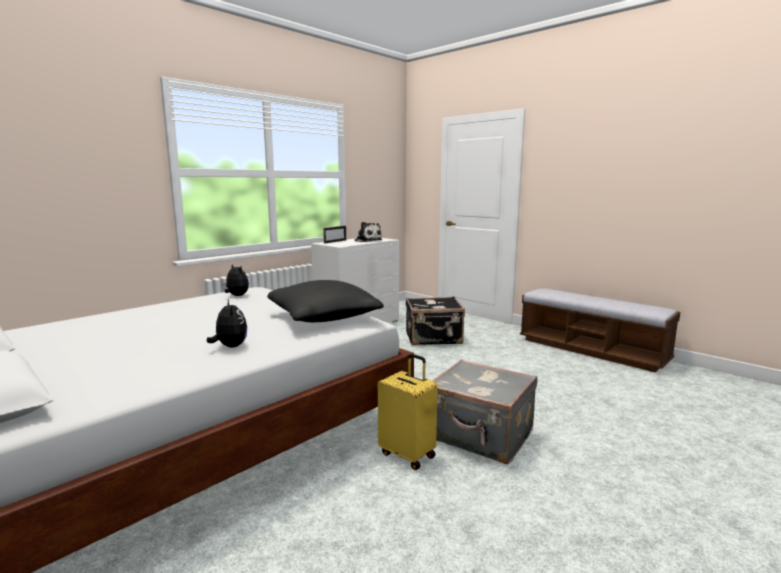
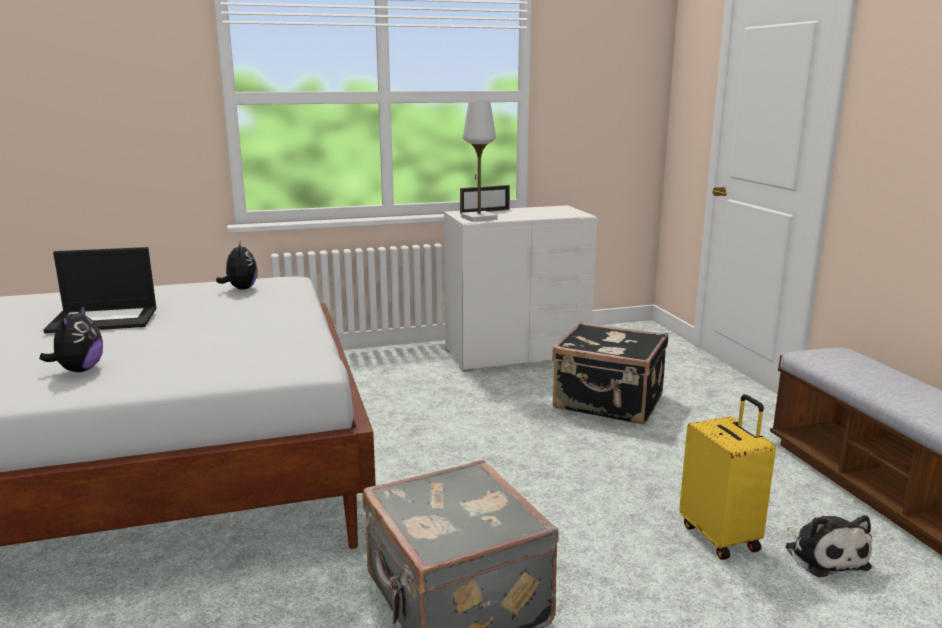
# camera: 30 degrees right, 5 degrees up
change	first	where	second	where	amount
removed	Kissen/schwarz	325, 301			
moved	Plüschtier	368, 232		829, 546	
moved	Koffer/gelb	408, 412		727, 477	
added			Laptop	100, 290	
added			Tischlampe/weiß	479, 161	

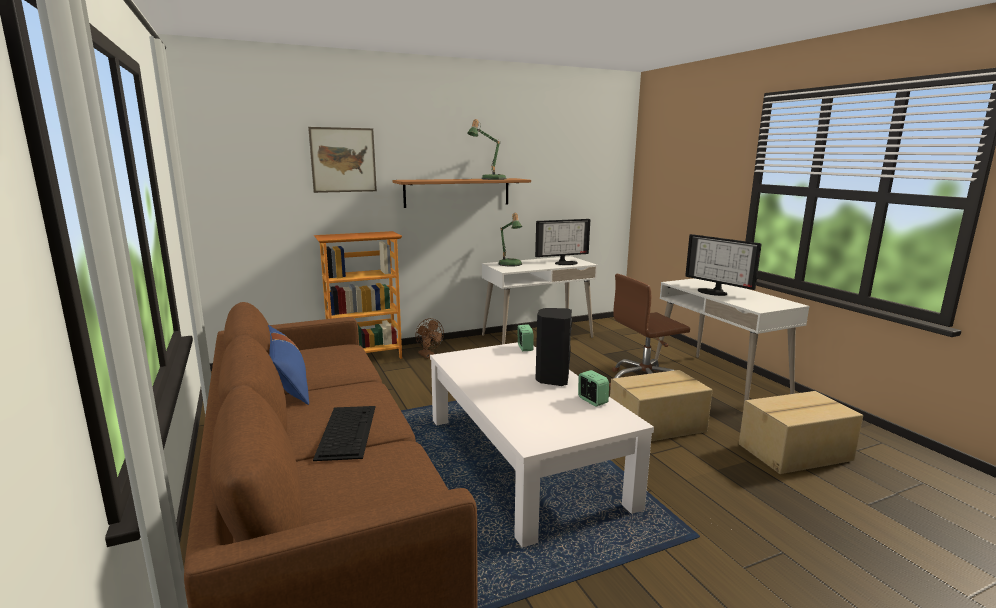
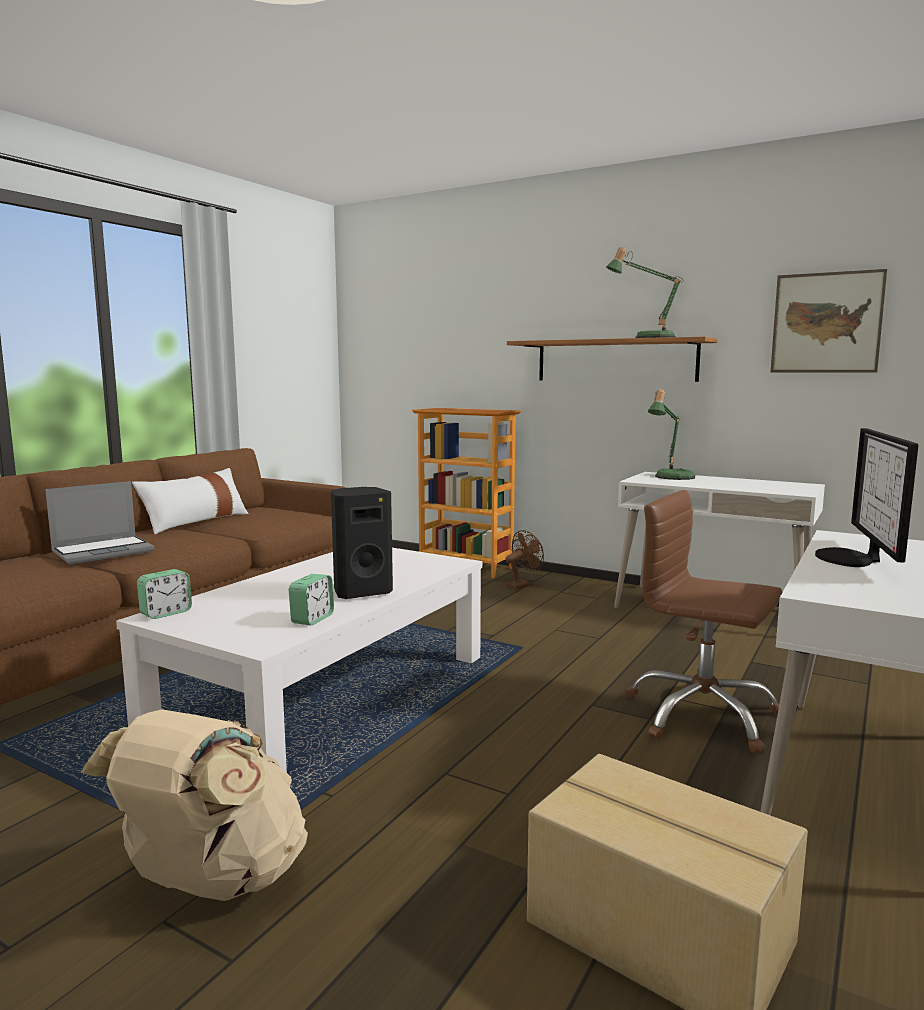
# camera: 55 degrees right, 5 degrees down
change	first	where	second	where	amount
recoloured	Kissen/blau	288, 365	Kissen/weiß	190, 501	
moved	Bild	342, 160		828, 320	
replaced	Tastatur	344, 433	Laptop	100, 522	
turned	Ventilator/braun	430, 338		524, 559	150 degrees counterclockwise
moved	Wecker	525, 337		164, 594	
removed	Monitor	562, 242			
removed	Karton	661, 405			
added			Rucksack/beige	194, 805	

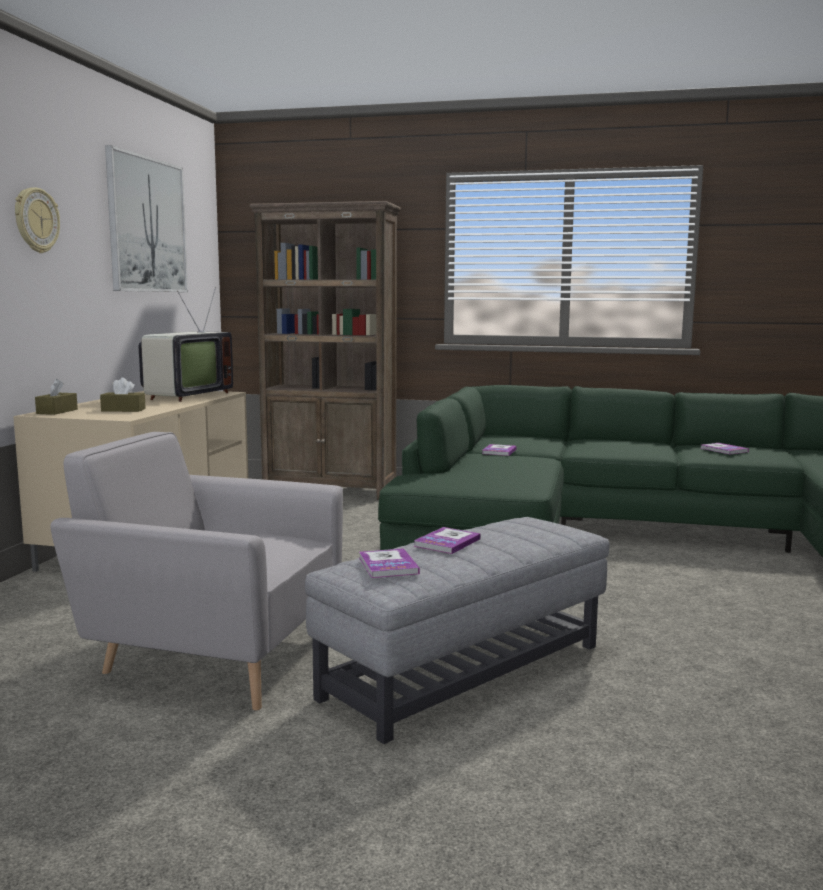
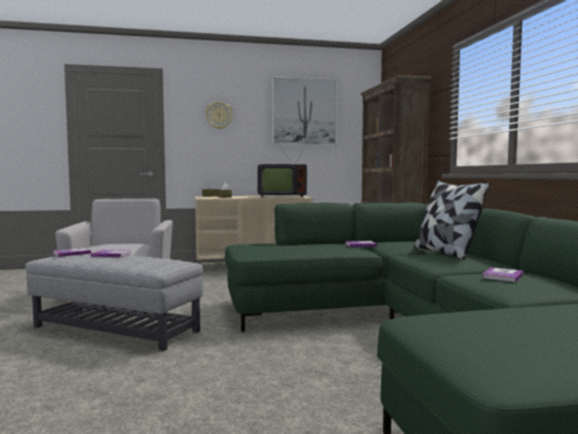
# camera: 65 degrees right, 5 degrees down
change	first	where	second	where	amount
added			Kissen	452, 220	

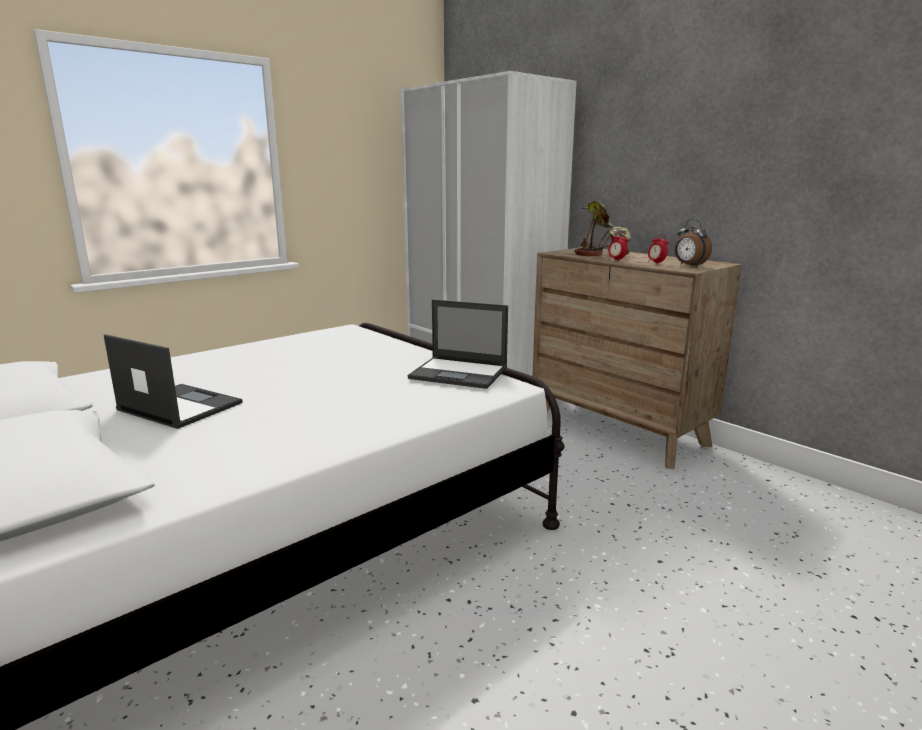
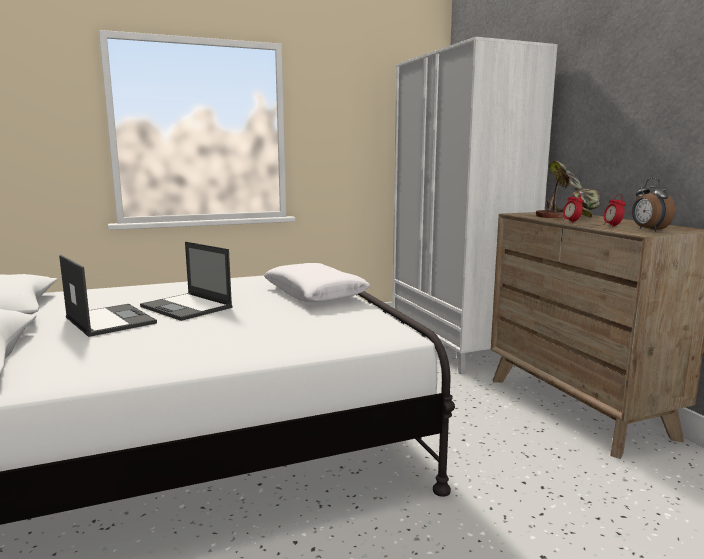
# camera: 20 degrees right, 5 degrees down
change	first	where	second	where	amount
moved	Laptop	458, 344		186, 281	
added			Kissen/weiß	317, 282	

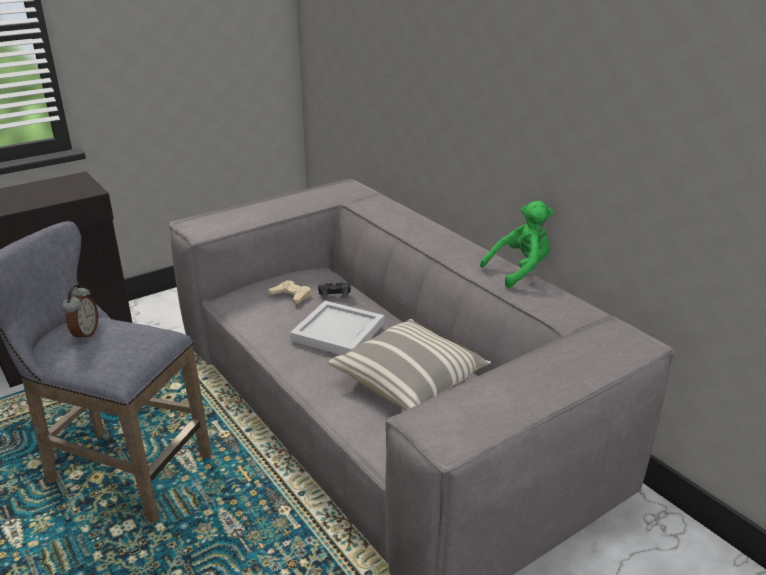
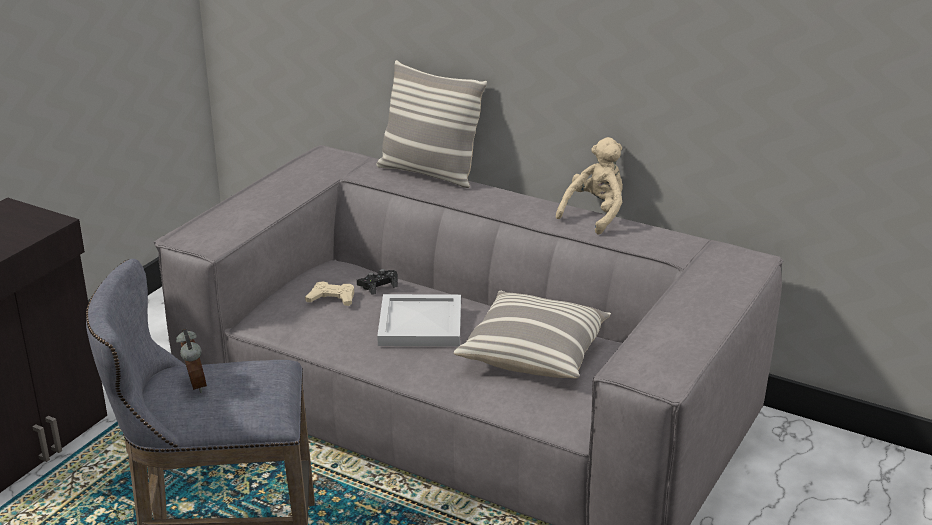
# camera: 25 degrees left, 0 degrees up
change	first	where	second	where	amount
recoloured	Plüschtier/grün	517, 244	Plüschtier/beige	589, 186	
added			Kissen	432, 124	

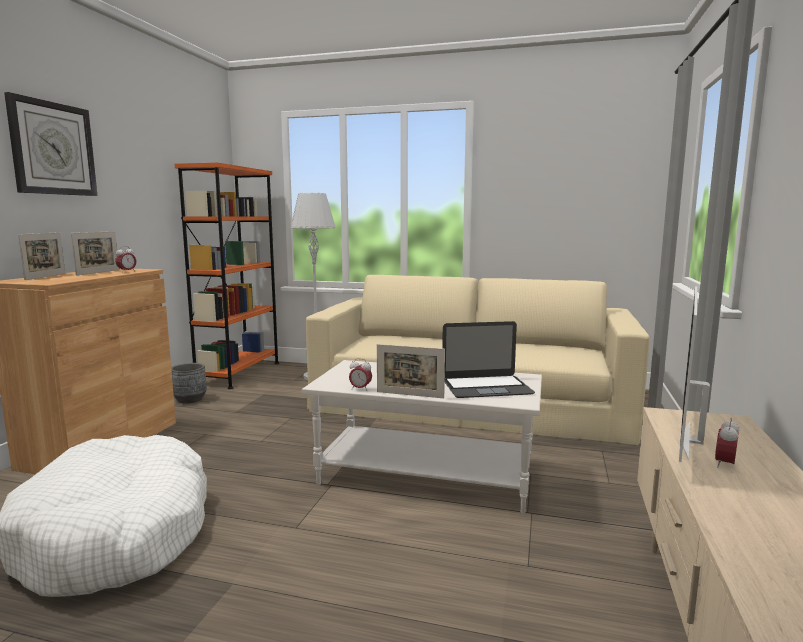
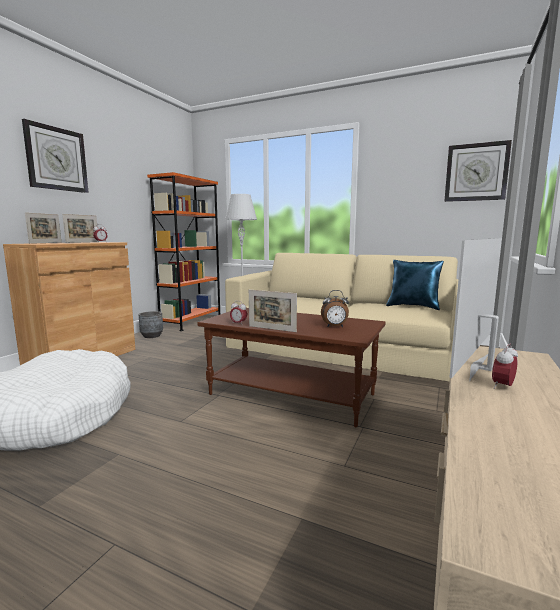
# camera: 10 degrees right, 0 degrees up
change	first	where	second	where	amount
recoloured	Couchtisch/weiß	422, 437	Couchtisch/braun	292, 367	
replaced	Laptop	488, 359	Wecker	335, 308	
added			Kissen/blau	415, 285	
added			Wanduhr	478, 171	

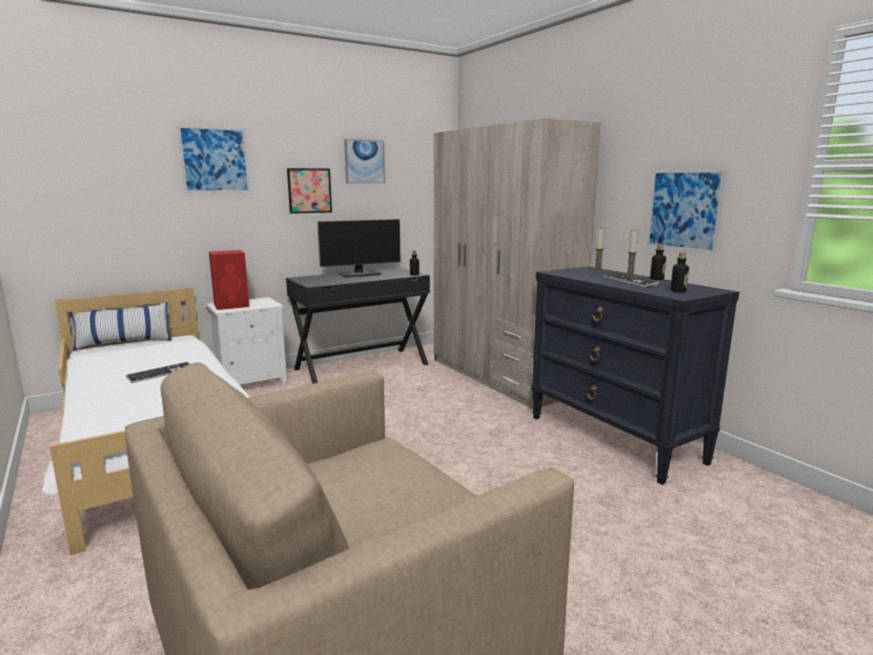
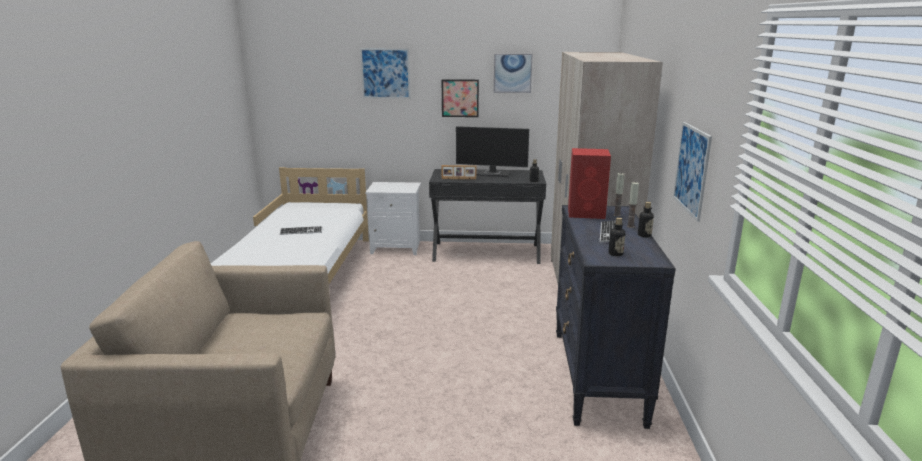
# camera: 35 degrees right, 5 degrees up
change	first	where	second	where	amount
removed	Kissen	121, 326			
moved	Lautsprecher/rot	229, 280		589, 183	
added			Bilderrahmen	458, 172	

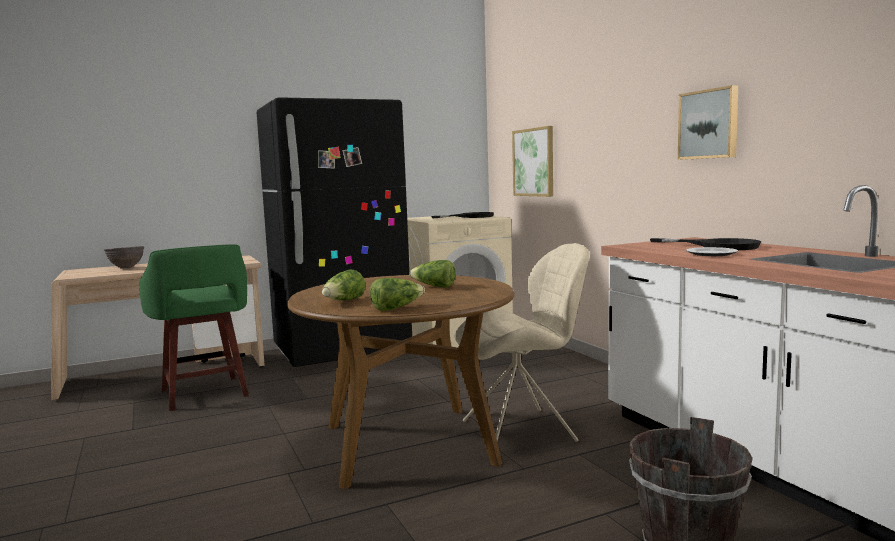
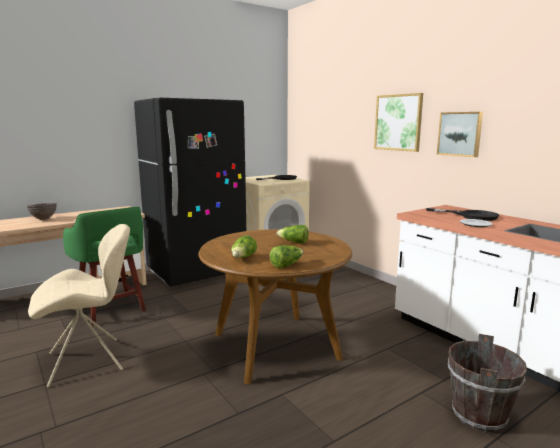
# camera: 10 degrees left, 5 degrees up
change	first	where	second	where	amount
moved	Stuhl/beige	521, 342		79, 305	
moved	Bild	532, 161		398, 122	

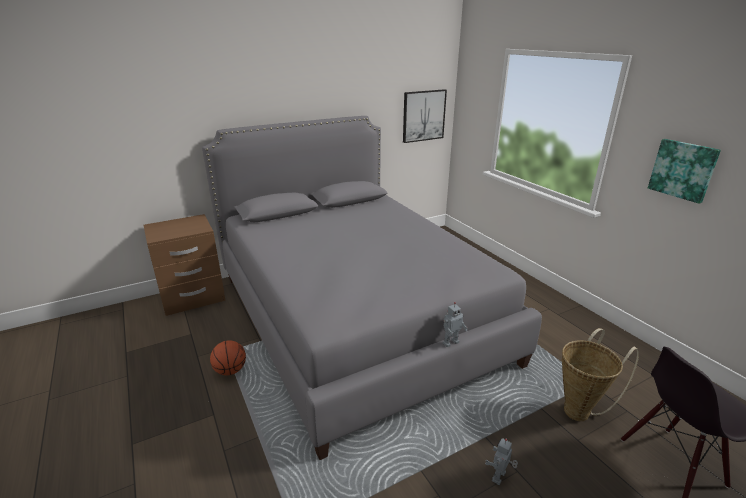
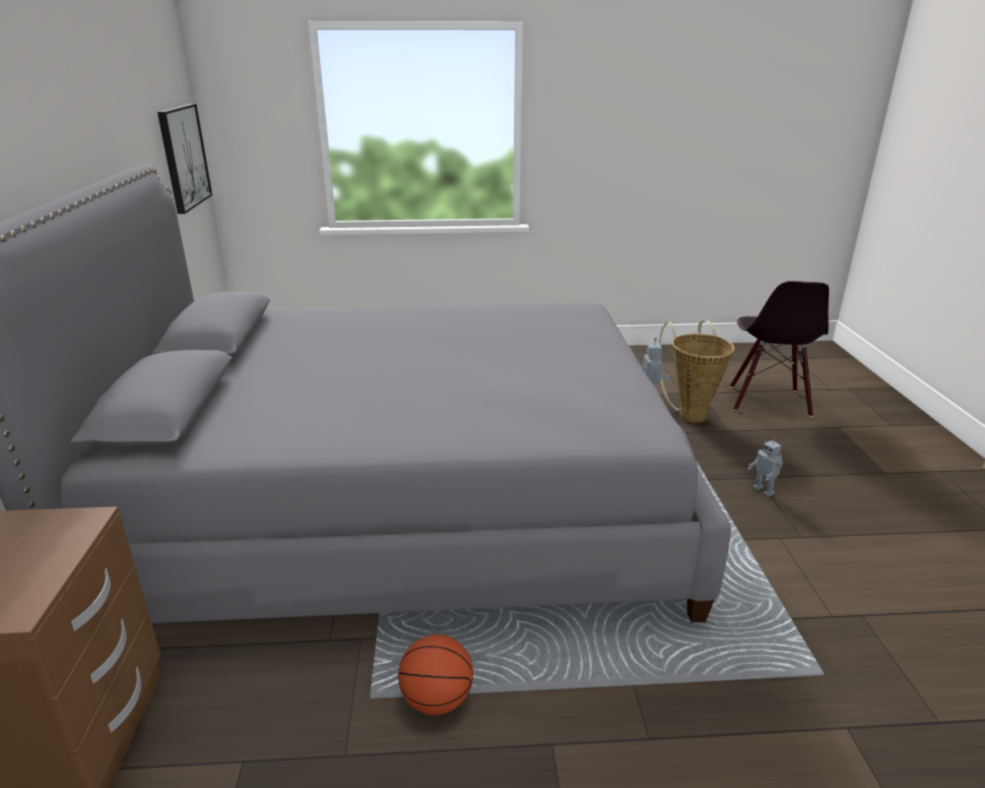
# camera: 65 degrees left, 0 degrees up
change	first	where	second	where	amount
removed	Bild	684, 171			

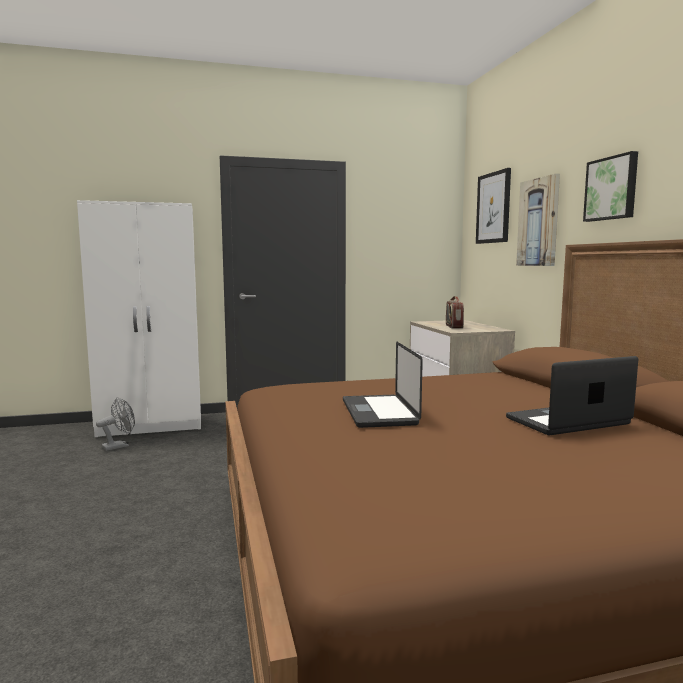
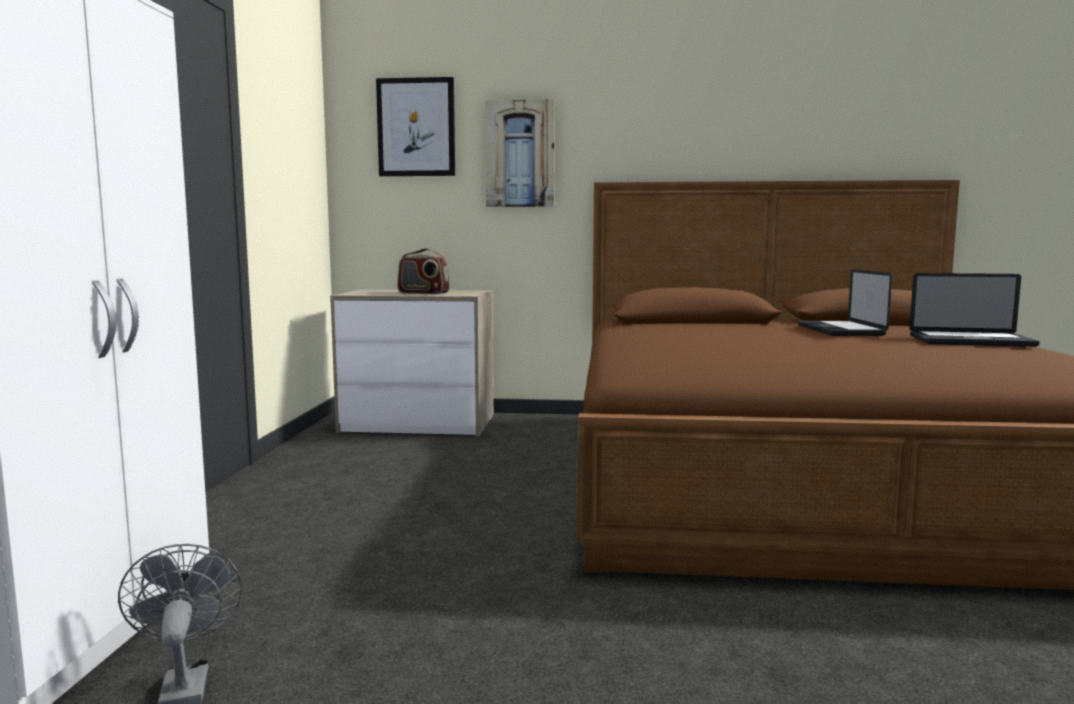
# camera: 70 degrees left, 0 degrees up
change	first	where	second	where	amount
moved	Laptop	383, 385		974, 310	
removed	Bild	610, 186			

